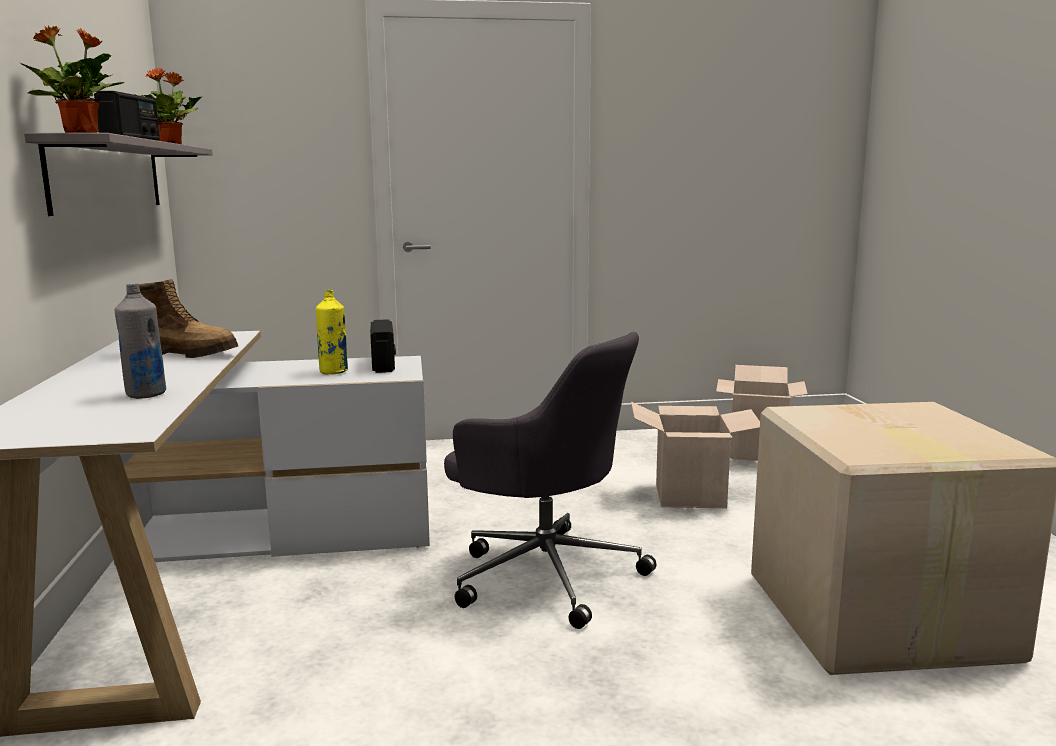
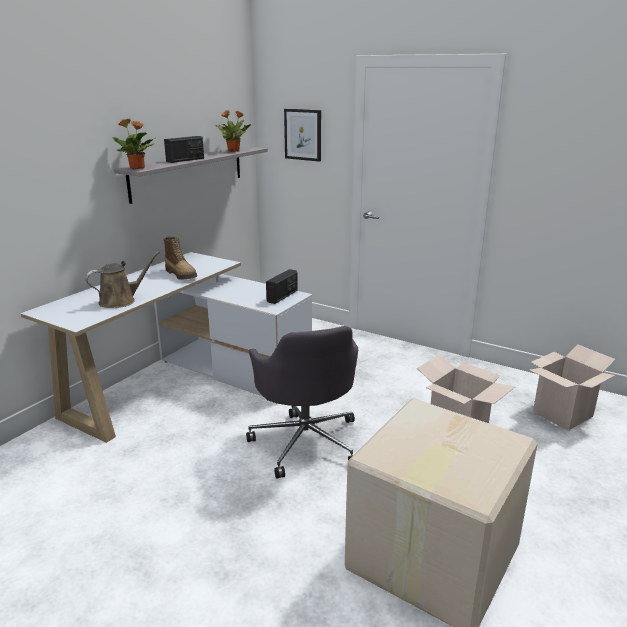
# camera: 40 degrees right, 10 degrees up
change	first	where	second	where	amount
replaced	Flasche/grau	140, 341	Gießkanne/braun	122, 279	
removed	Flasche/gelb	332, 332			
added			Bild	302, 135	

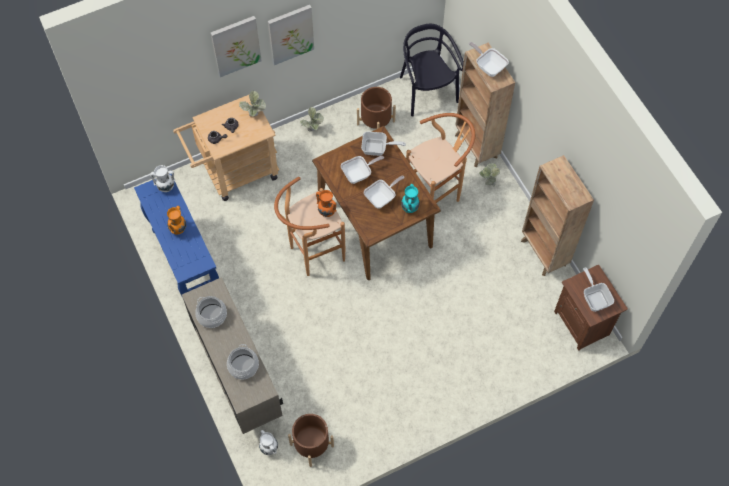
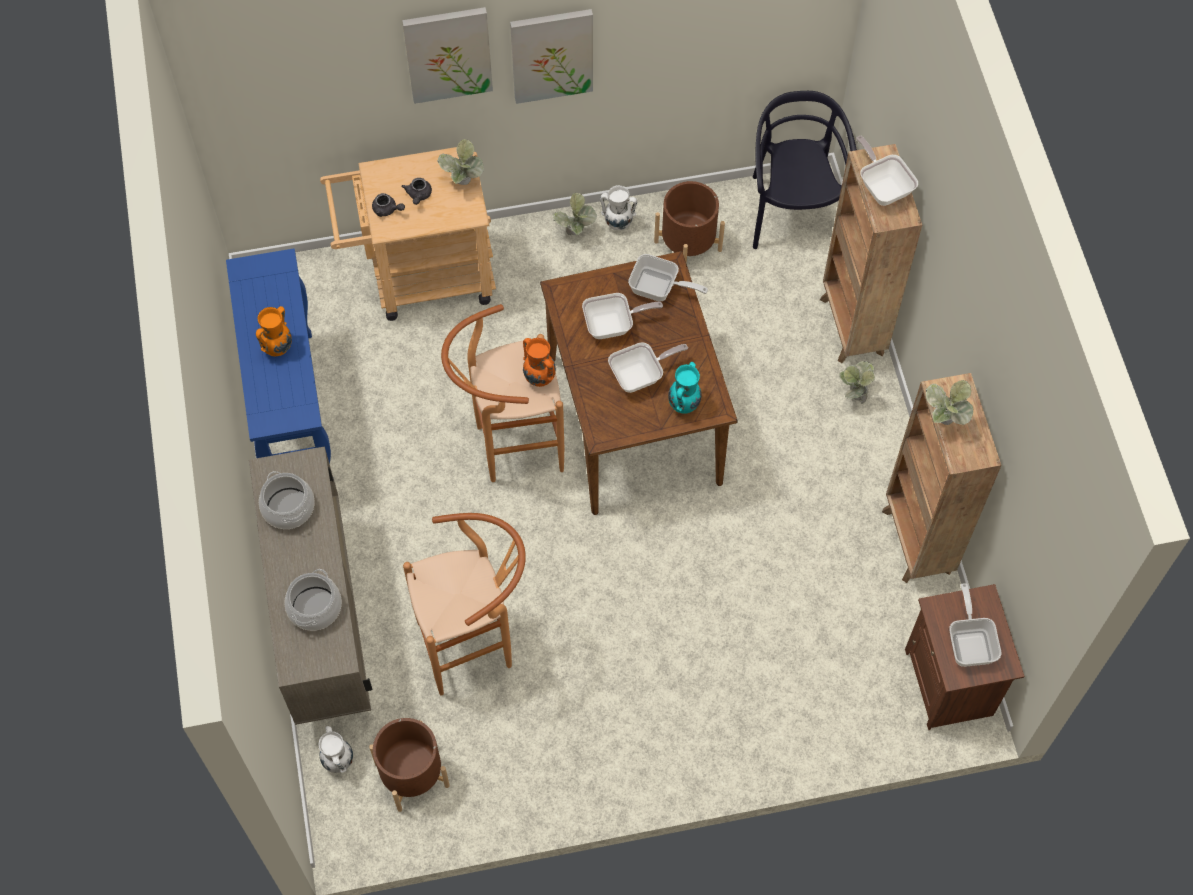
# camera: 15 degrees right, 0 degrees up
change	first	where	second	where	amount
moved	Vase/weiß	163, 178		618, 208	
moved	Hocker/braun	440, 158		464, 604	
added			Topfpflanze	950, 402	

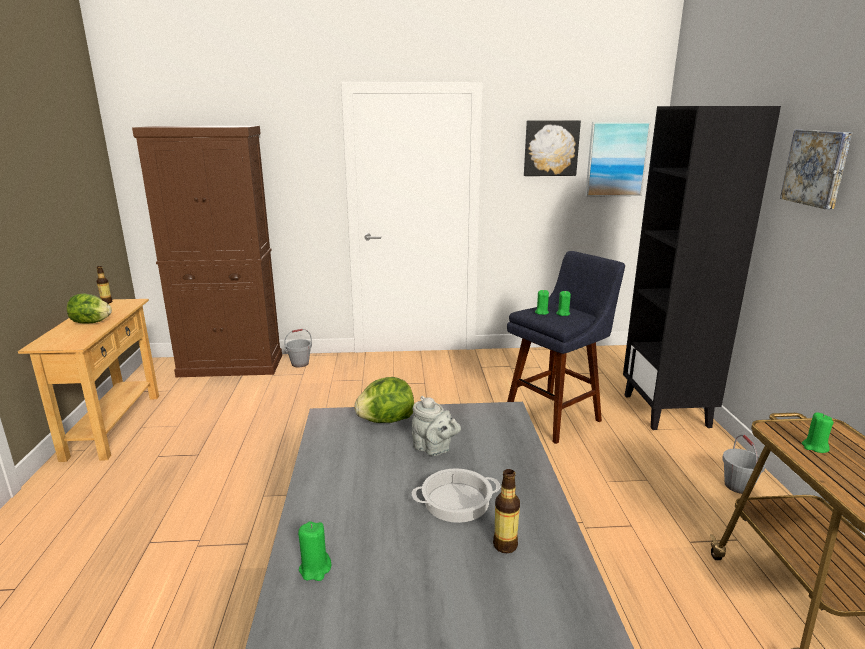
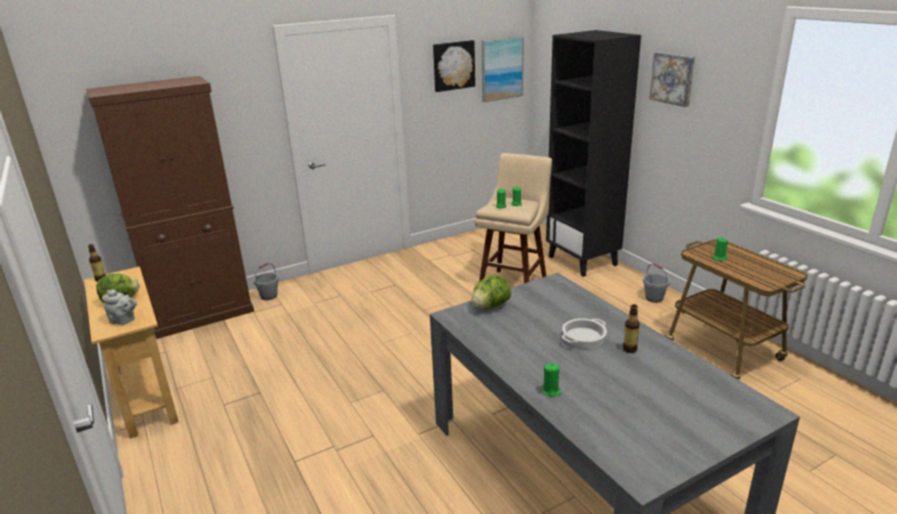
# camera: 25 degrees left, 5 degrees up
change	first	where	second	where	amount
moved	Teekanne/grau	436, 426		119, 307	
recoloured	Hocker/blau	566, 347	Hocker/beige	513, 218	

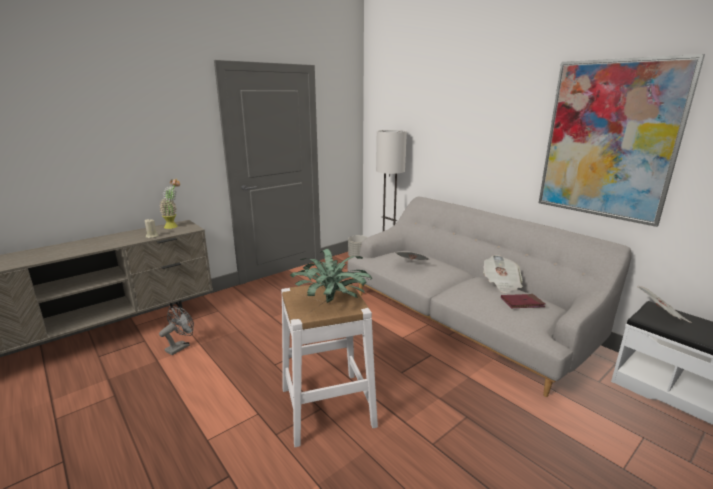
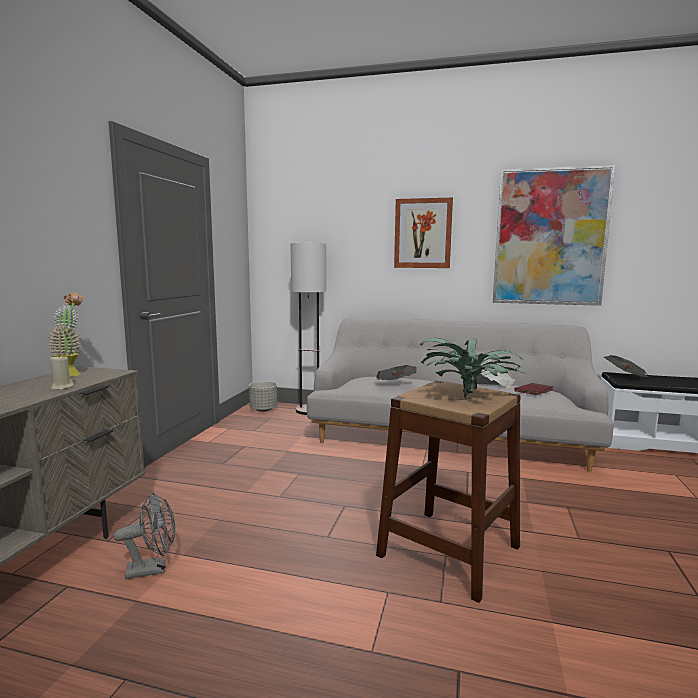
# camera: 35 degrees left, 10 degrees down
change	first	where	second	where	amount
turned	Ventilator/grau	176, 330		144, 536	75 degrees clockwise
recoloured	Hocker/weiß	329, 364	Hocker/braun	448, 492	
added			Bild	423, 233	

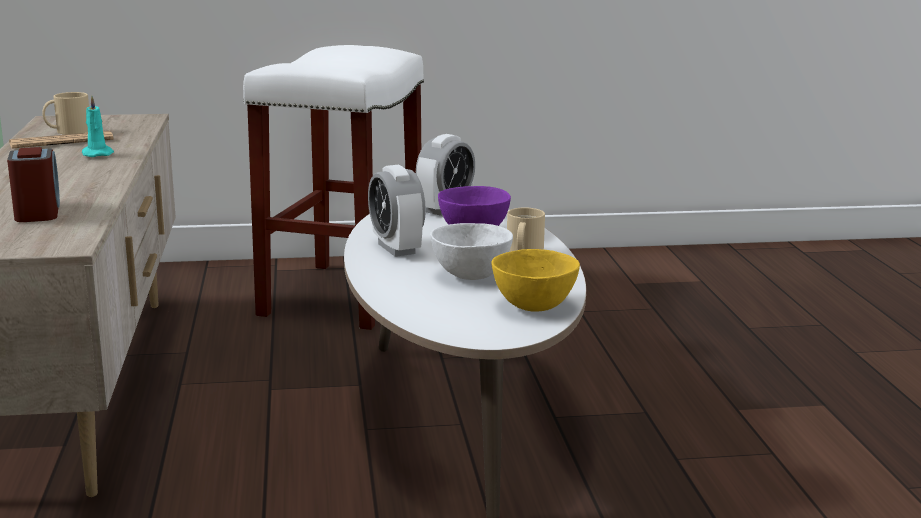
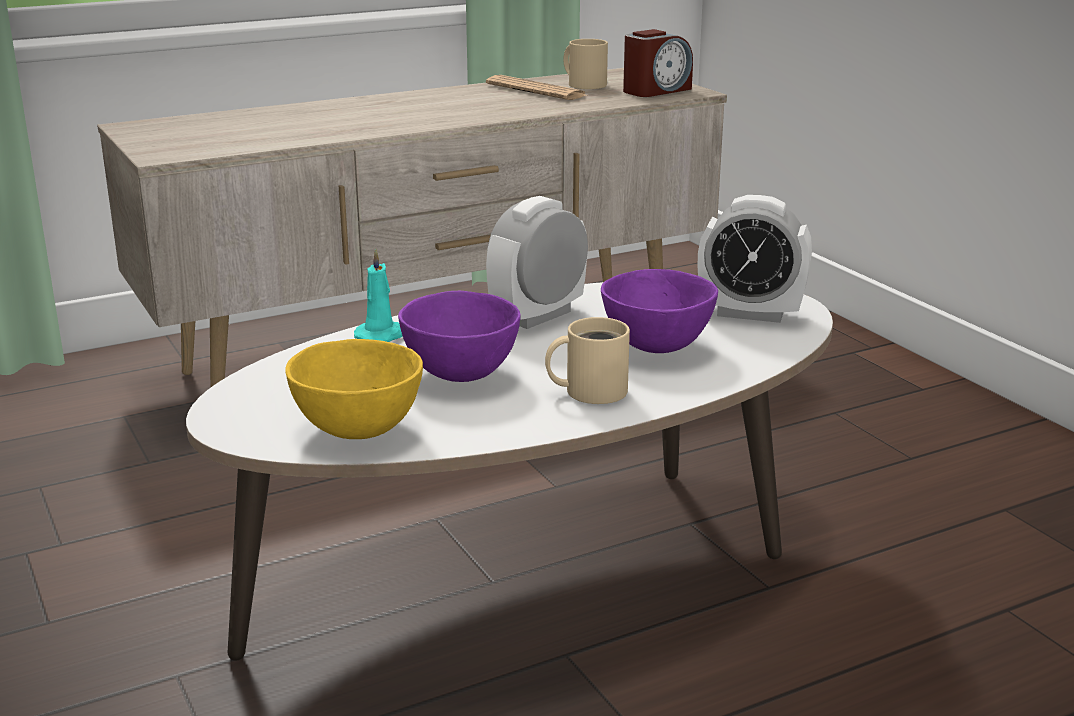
# camera: 70 degrees right, 5 degrees up
change	first	where	second	where	amount
moved	Wecker	33, 184		658, 63	
moved	Kerze/türkis	98, 126		378, 295	
removed	Hocker/weiß	333, 187			
recoloured	Schüssel/weiß	471, 251	Schüssel/lila	459, 336	

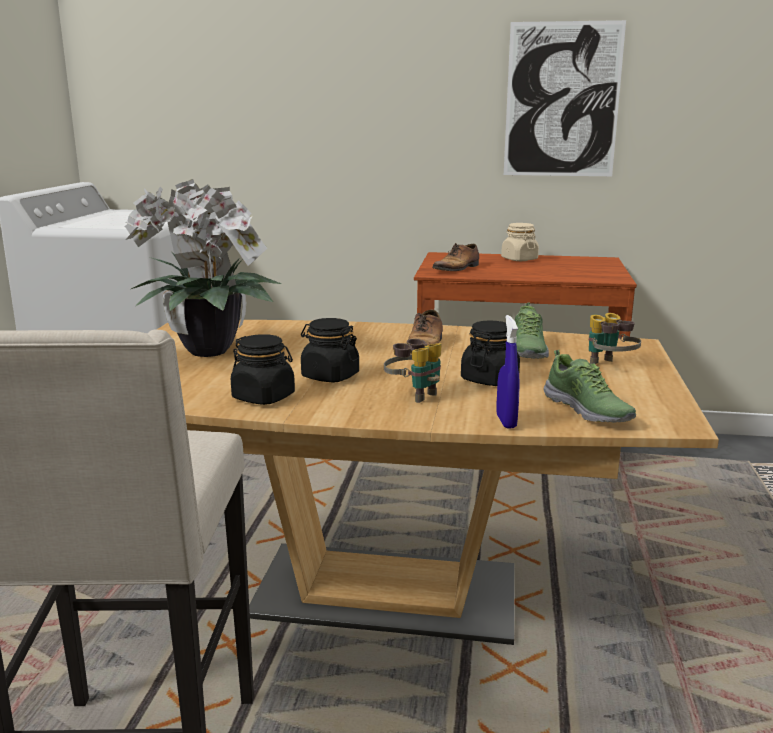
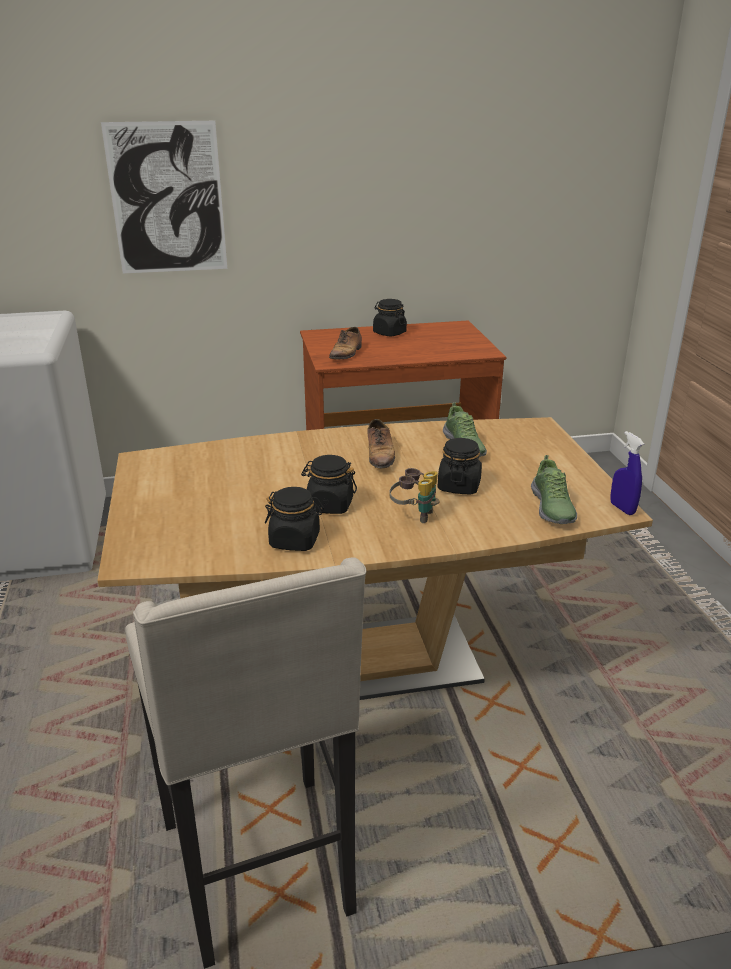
# camera: 20 degrees left, 10 degrees up
change	first	where	second	where	amount
removed	Topfpflanze	203, 268			
moved	Sprühflasche/blau	508, 372		627, 473	
recoloured	Vorratsglas/beige	520, 242	Vorratsglas/schwarz	390, 317	
moved	Bild	565, 98		164, 197	
turned	Schuh	589, 386		554, 489	45 degrees clockwise
removed	Fernglas	615, 338			

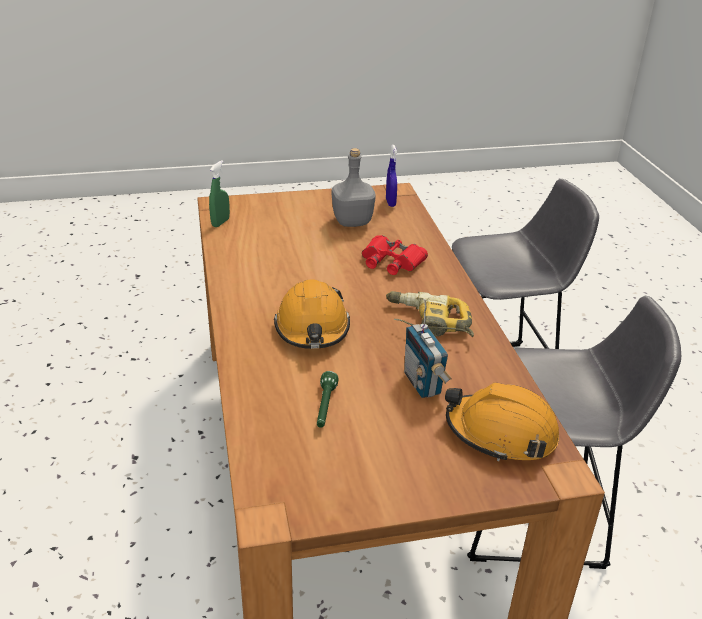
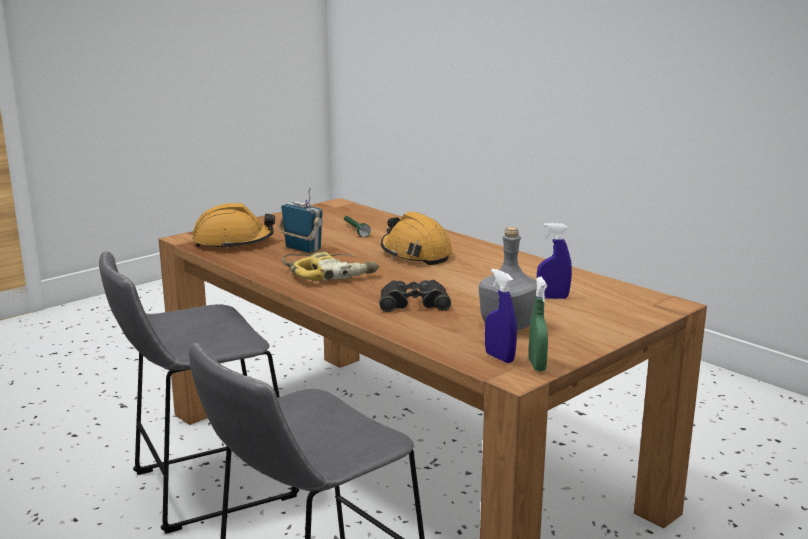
# camera: 150 degrees right, 15 degrees down
change	first	where	second	where	amount
moved	Sprühflasche/grün	219, 193		538, 324	
recoloured	Fernglas/rot	395, 255	Fernglas/schwarz	415, 296	
added			Sprühflasche/blau	554, 261	

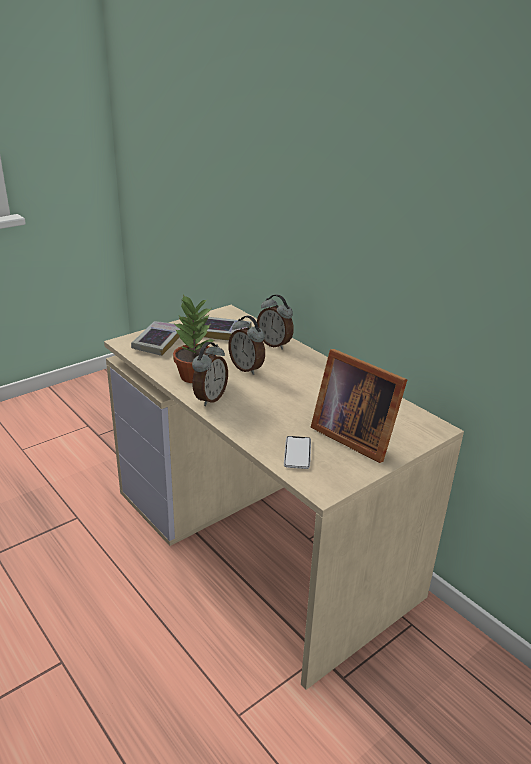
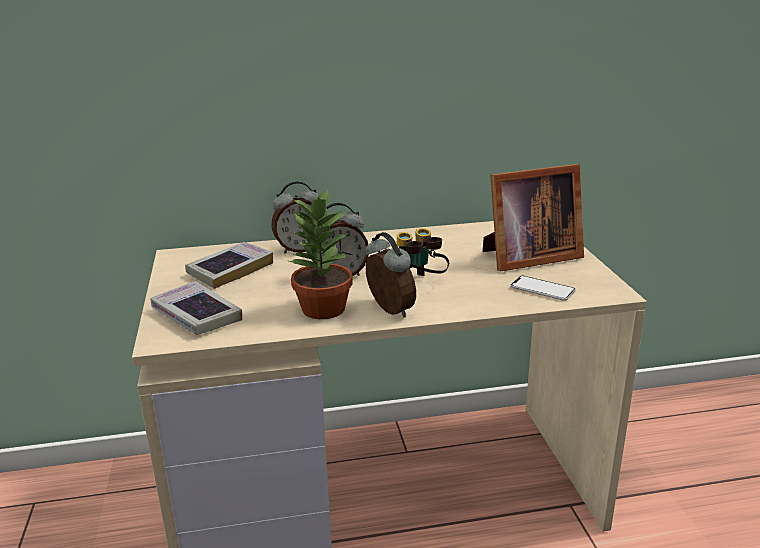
# camera: 60 degrees left, 5 degrees down
change	first	where	second	where	amount
added			Fernglas	423, 252	

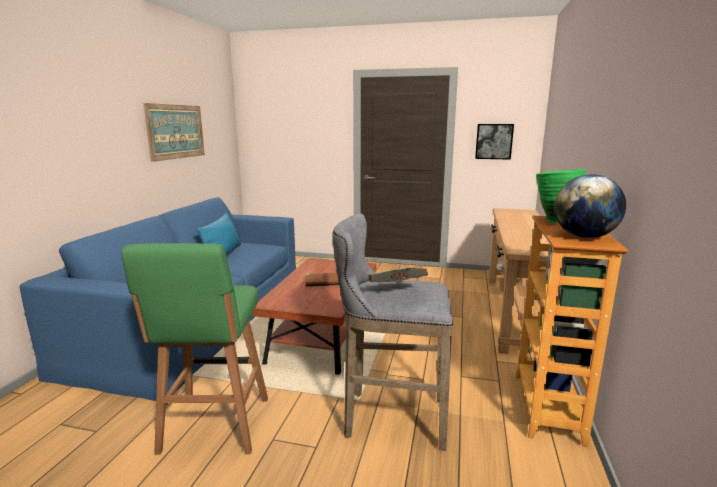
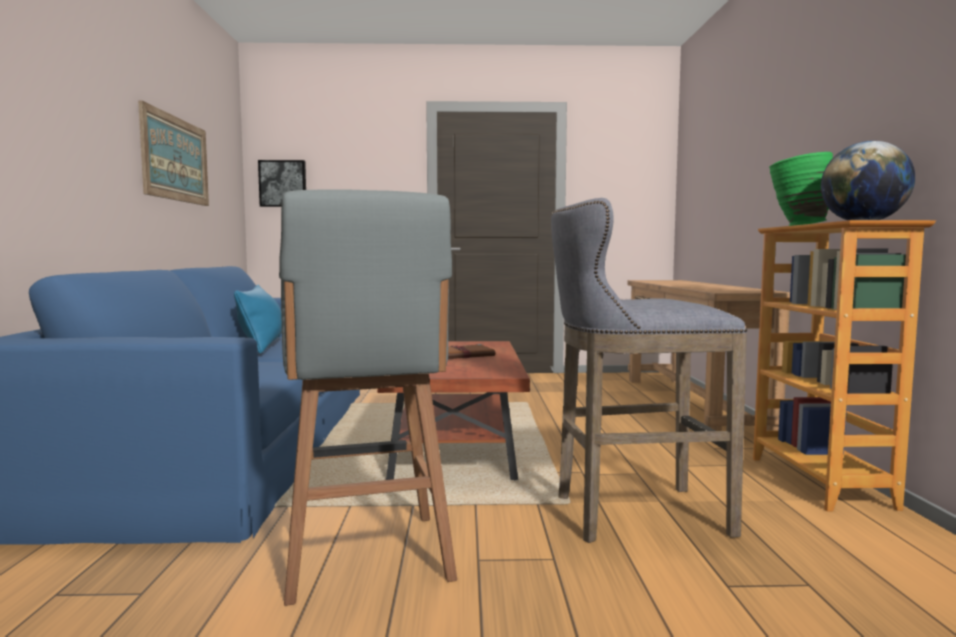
# camera: 15 degrees left, 10 degrees down
change	first	where	second	where	amount
recoloured	Hocker/grün	194, 349	Hocker/grau	368, 397	
removed	Zeitung	397, 275			
moved	Bild	494, 142		282, 183	

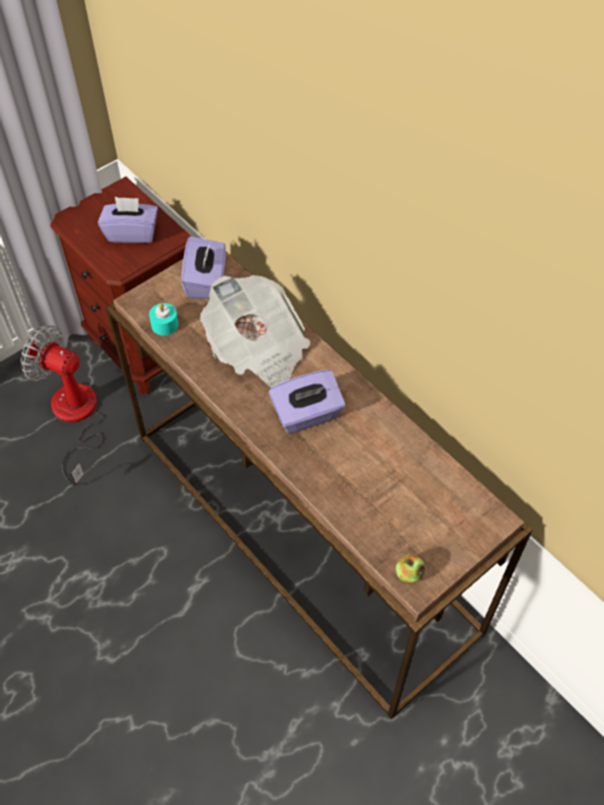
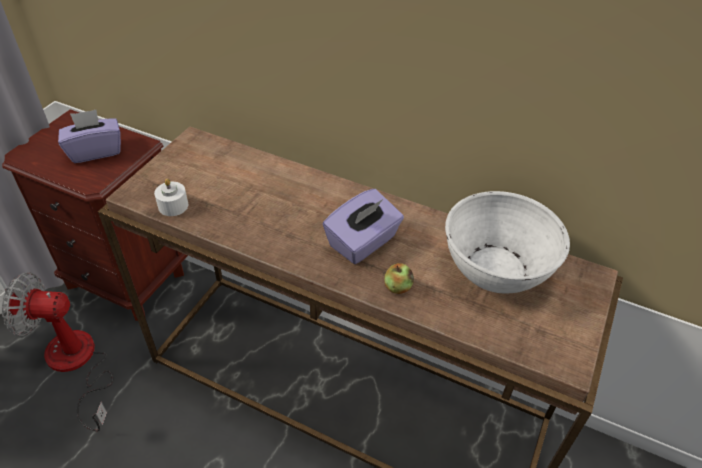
# camera: 25 degrees left, 10 degrees down
change	first	where	second	where	amount
recoloured	Kerze/türkis	164, 319	Kerze/weiß	171, 197	
removed	Taschentuchbox/lila	203, 267			
removed	Zeitung	255, 331			
moved	Apfel	410, 568		399, 278	
added			Schüssel/weiß	507, 242	

